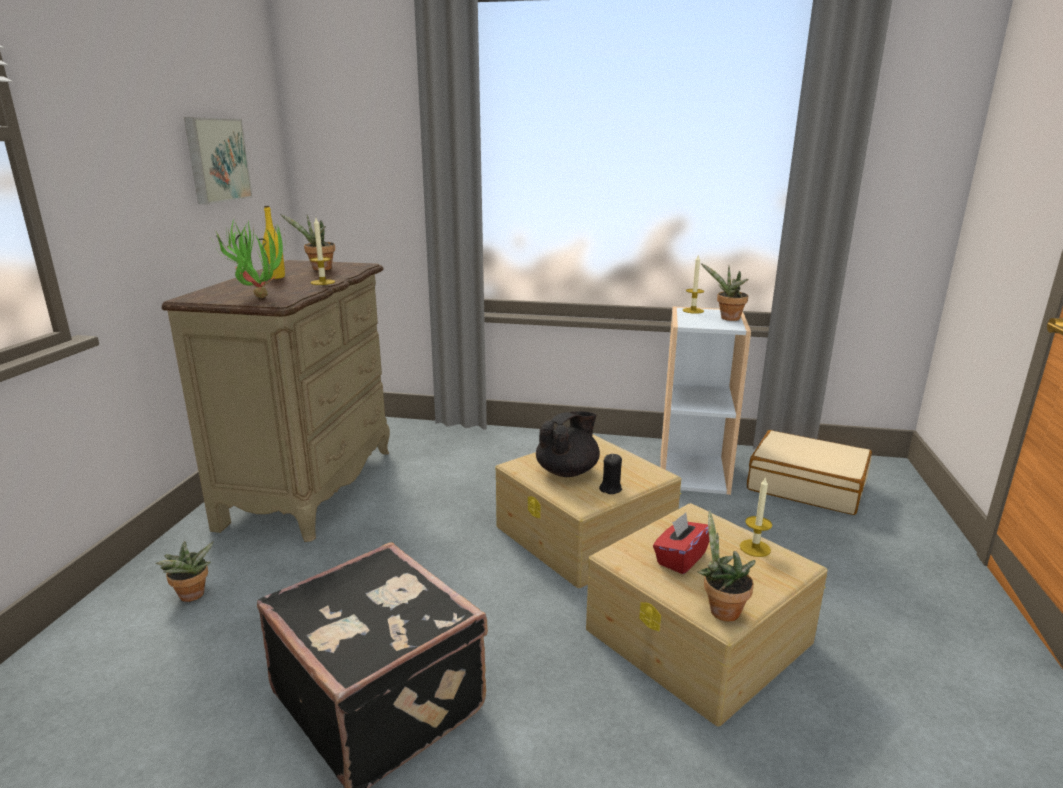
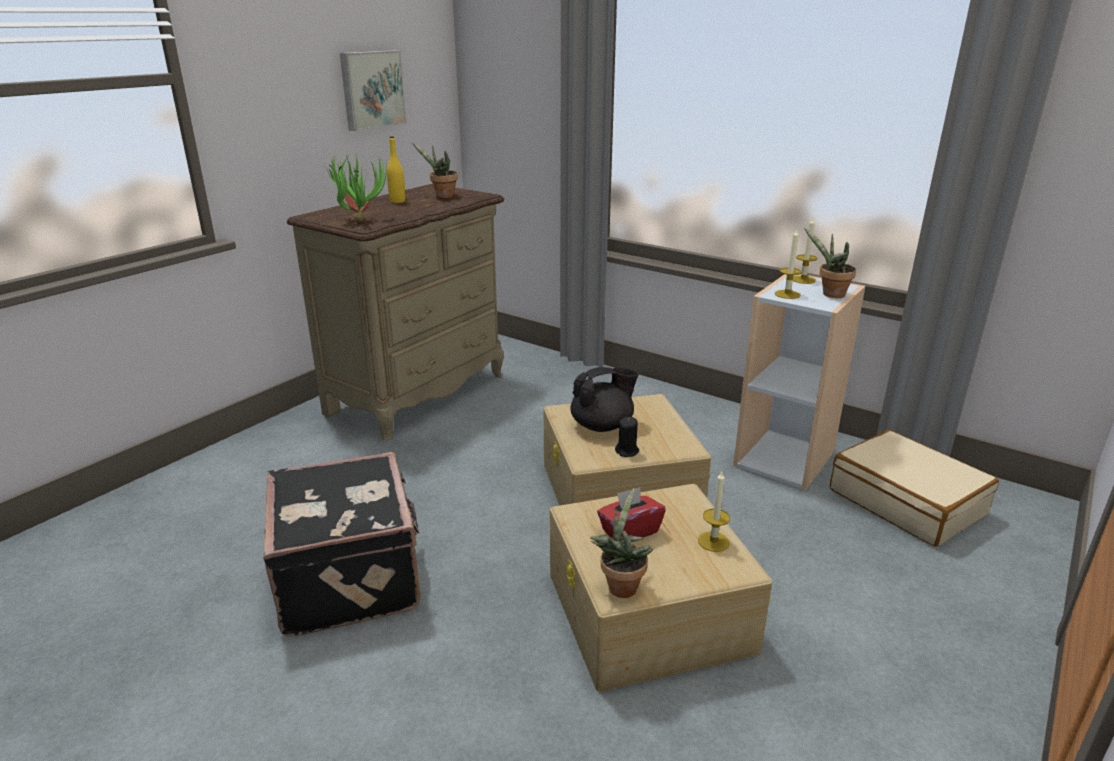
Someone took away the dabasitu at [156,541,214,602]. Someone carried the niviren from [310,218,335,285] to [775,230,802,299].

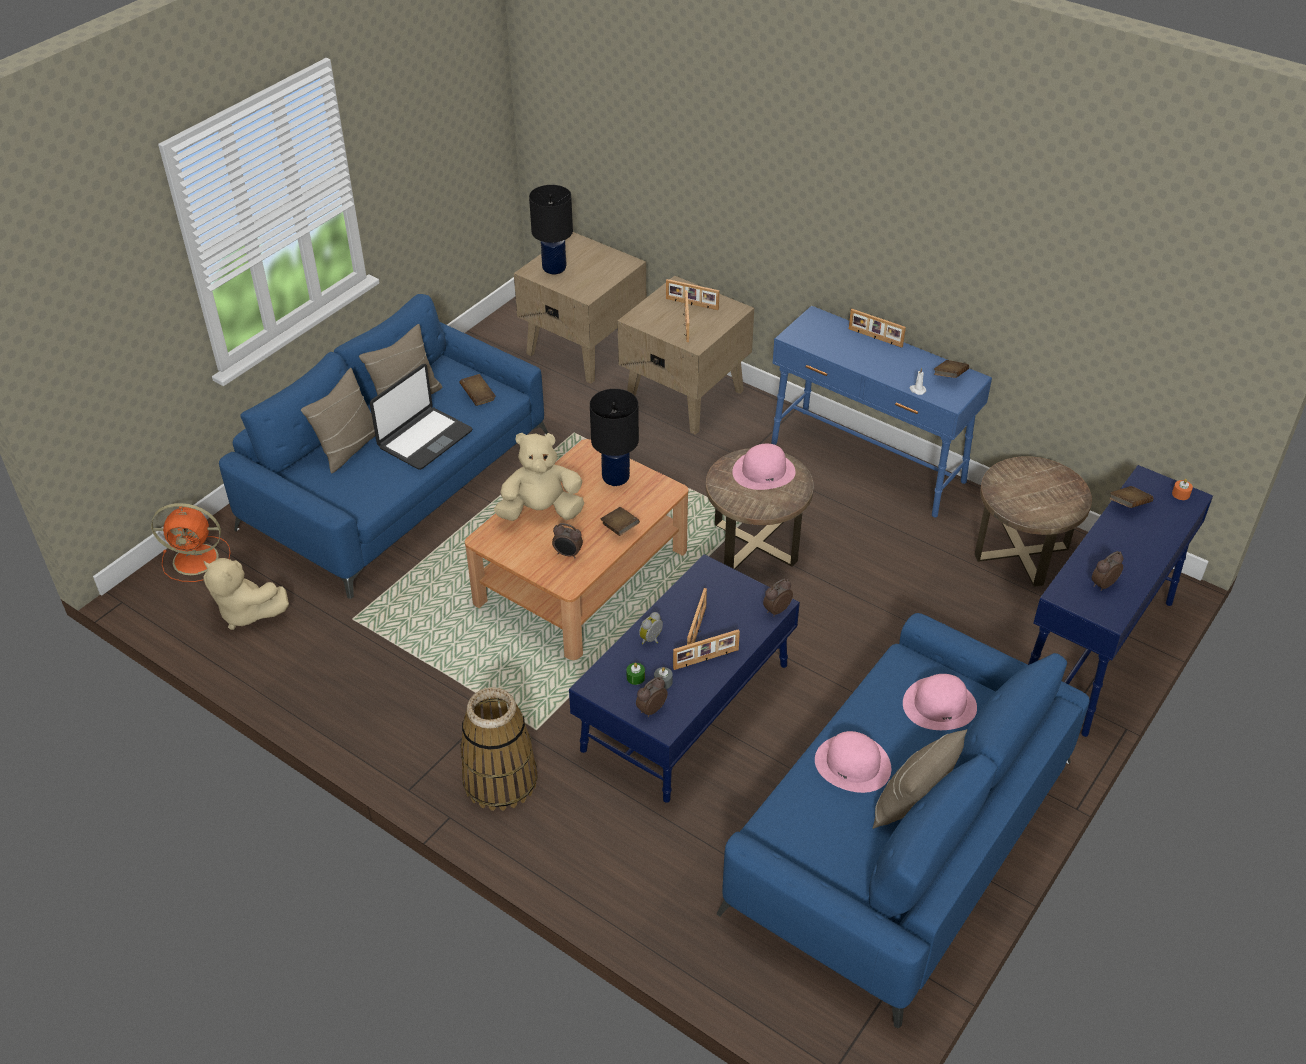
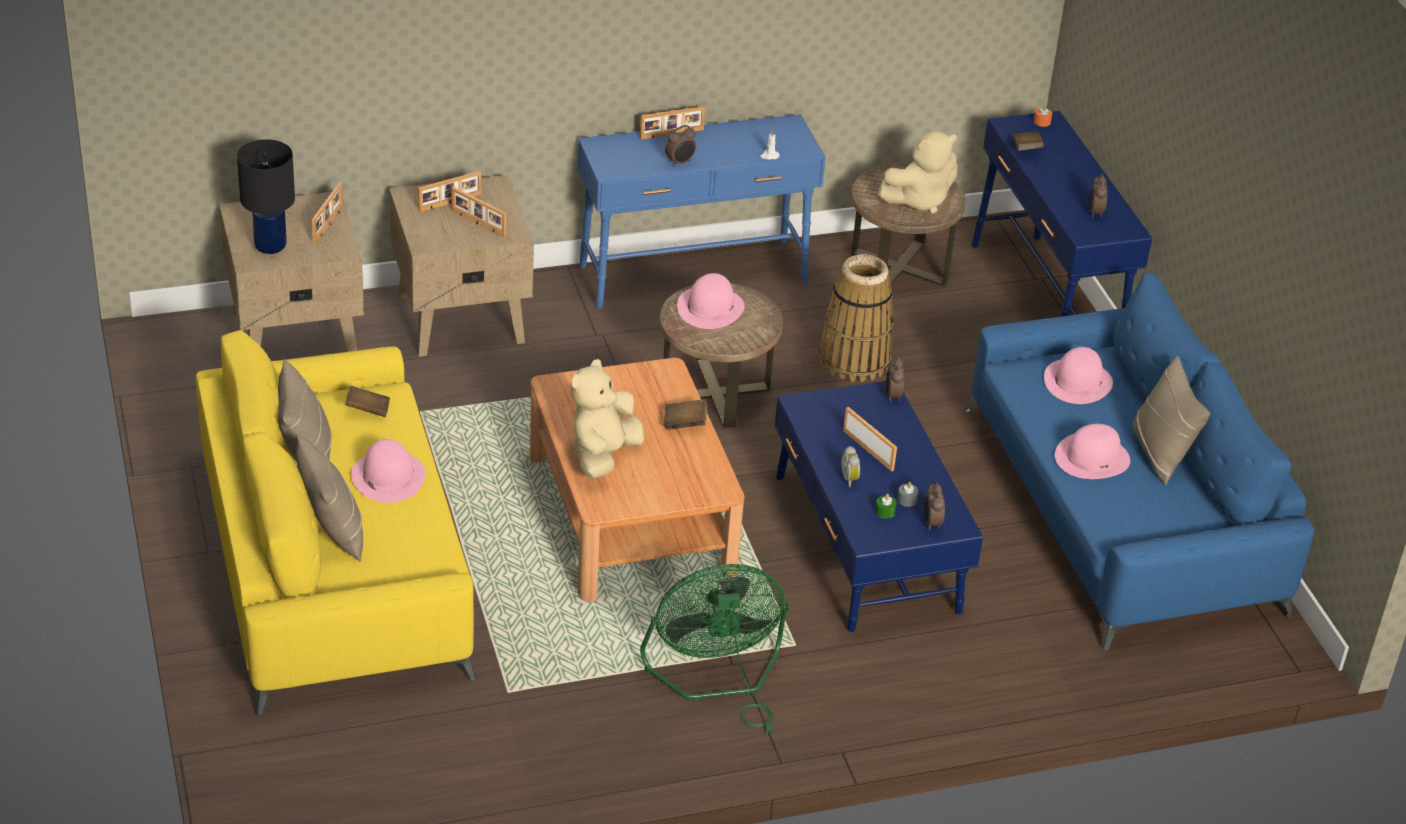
Someone took away the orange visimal at [151,503,230,582]. Someone carried the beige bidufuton from [204,558,289,630] to [878,131,958,214]. Someone repainted the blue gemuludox at [219,294,548,599], which became the yellow gemuludox at [196,330,476,716]. Someone swapped the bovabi at [370,364,472,470] for the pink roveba at [351,439,425,503]. Someone carried the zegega from [461,687,537,811] to [819,254,894,382]. Someone carried the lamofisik from [552,523,583,558] to [665,125,696,167]. Someone took away the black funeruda at [590,389,639,486]. Someone carried the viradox from [673,629,740,670] to [312,182,343,243]. Someone took away the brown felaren at [934,360,969,378]. Someone put down the green visimal at [640,564,790,734].

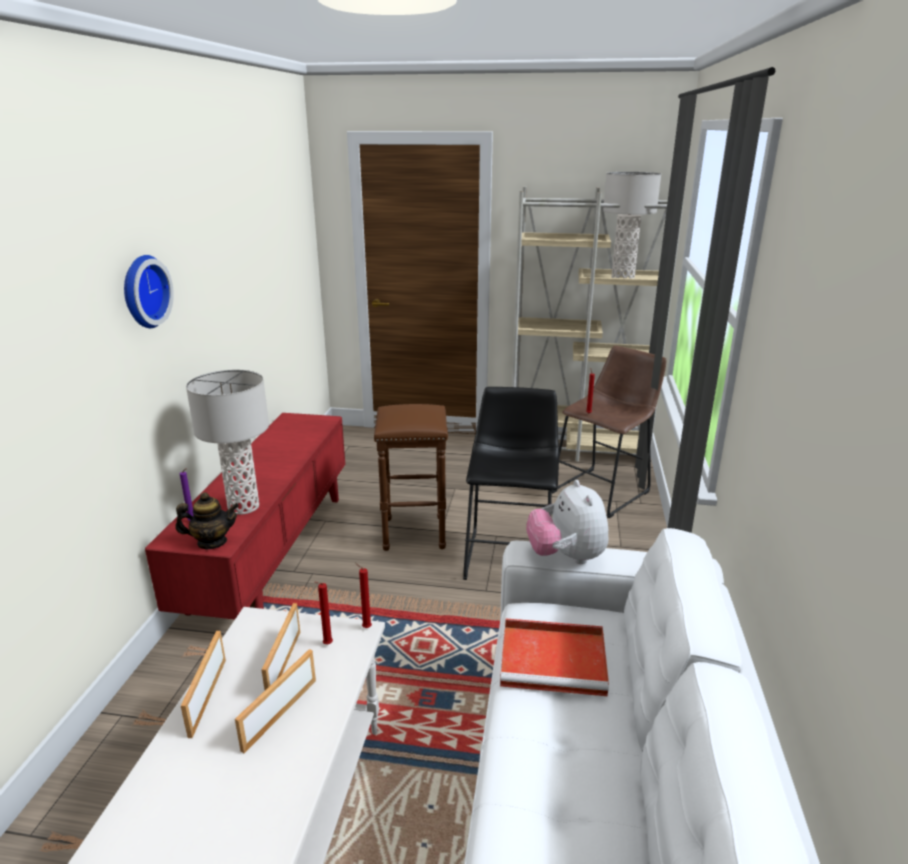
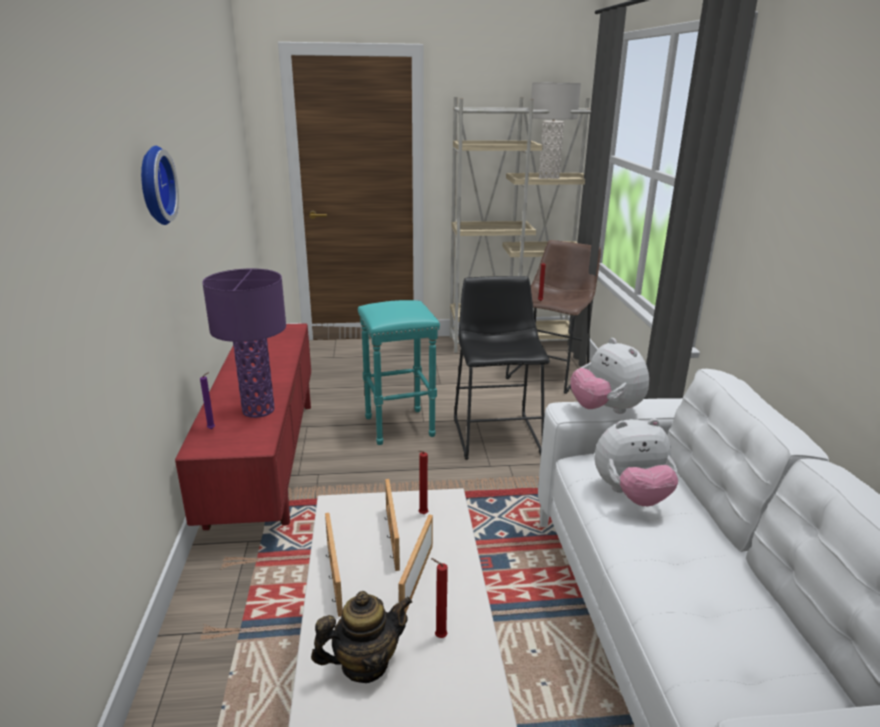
Someone carried the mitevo from [175,492,239,549] to [311,591,412,683]. Someone repainted the white funeruda at [186,370,269,515], which became the purple funeruda at [202,269,286,418]. Someone carried the red niviren from [355,563,372,628] to [431,558,448,638]. Someone repainted the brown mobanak at [374,404,448,551], which became the turquoise mobanak at [358,300,440,445]. Someone swapped the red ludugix at [500,618,609,696] for the bidufuton at [595,419,678,506].

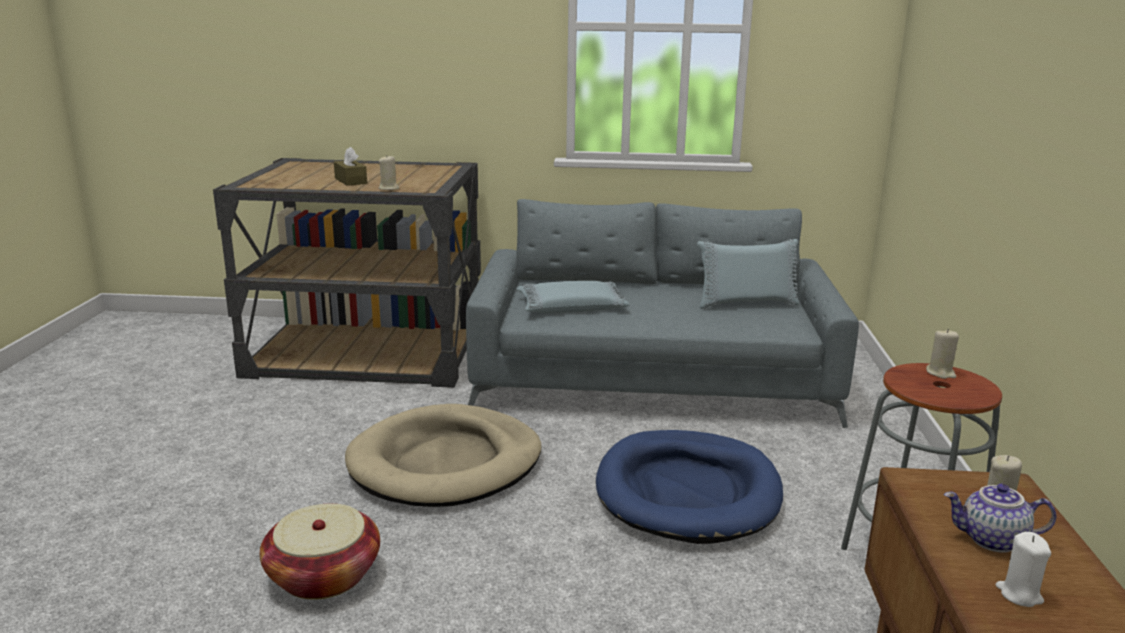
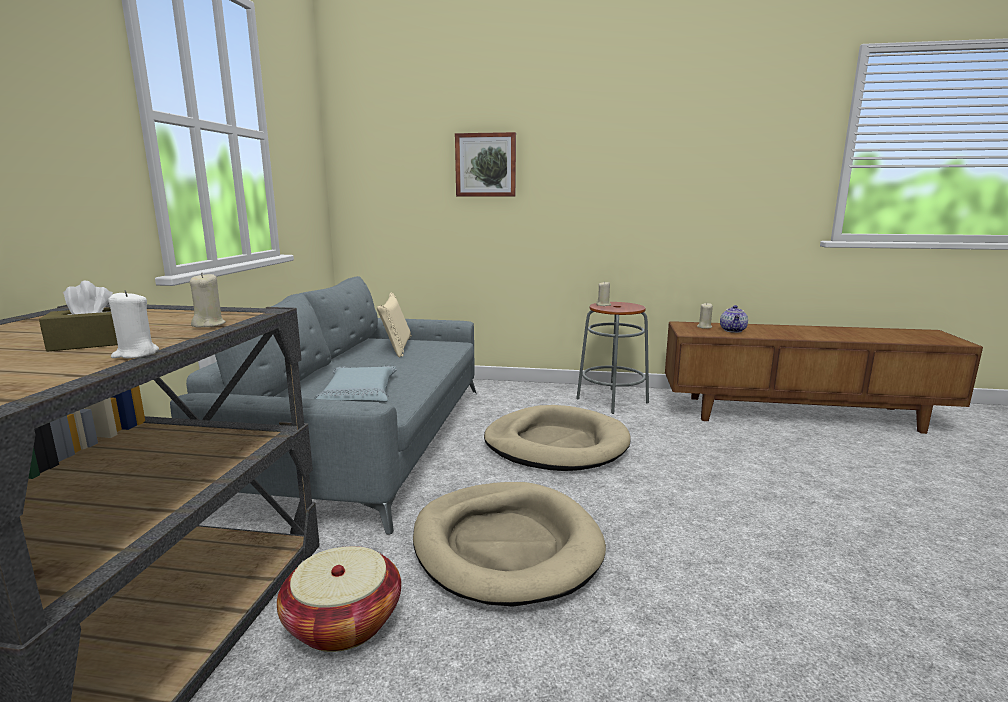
Someone carried the zegega from [260,504,380,600] to [277,546,401,652]. Someone repainted the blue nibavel at [596,430,783,544], which became the beige nibavel at [484,405,631,471]. Someone repainted the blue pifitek at [697,239,799,309], which became the beige pifitek at [377,292,411,358]. Someone carried the white niviren from [996,532,1051,607] to [108,290,159,358]. Someone put up the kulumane at [455,132,516,196].

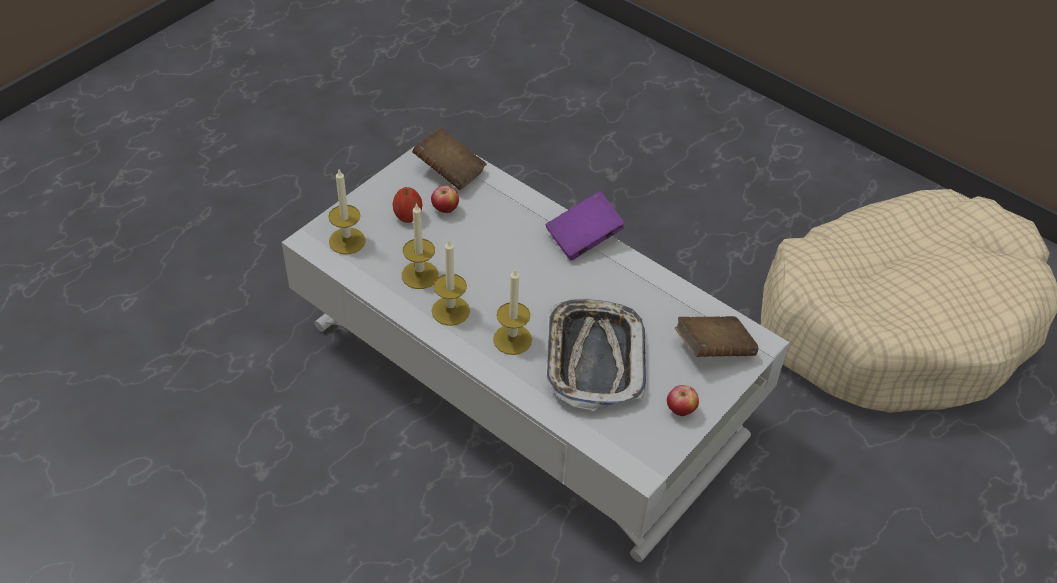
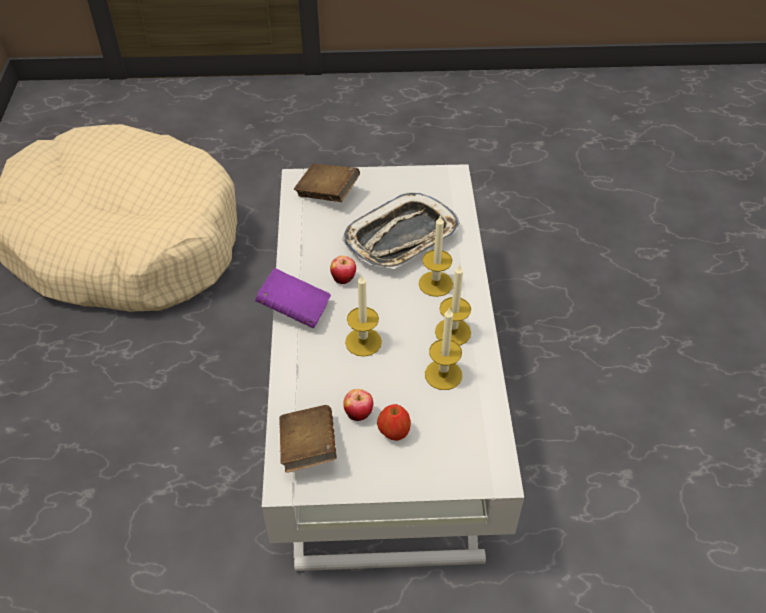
Someone carried the niviren from [328,170,366,255] to [345,274,382,357]. Someone carried the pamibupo from [667,385,699,416] to [330,256,356,284].

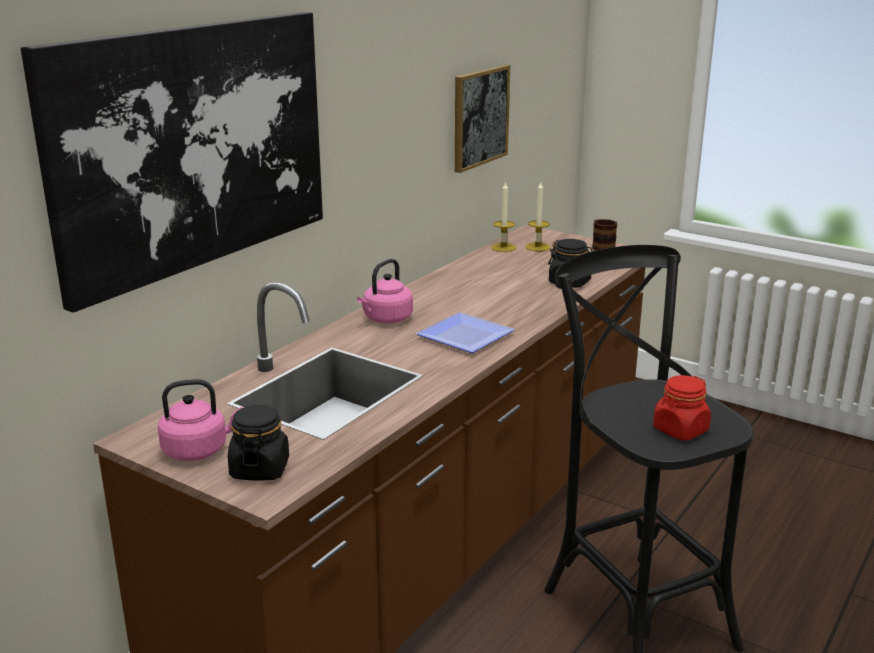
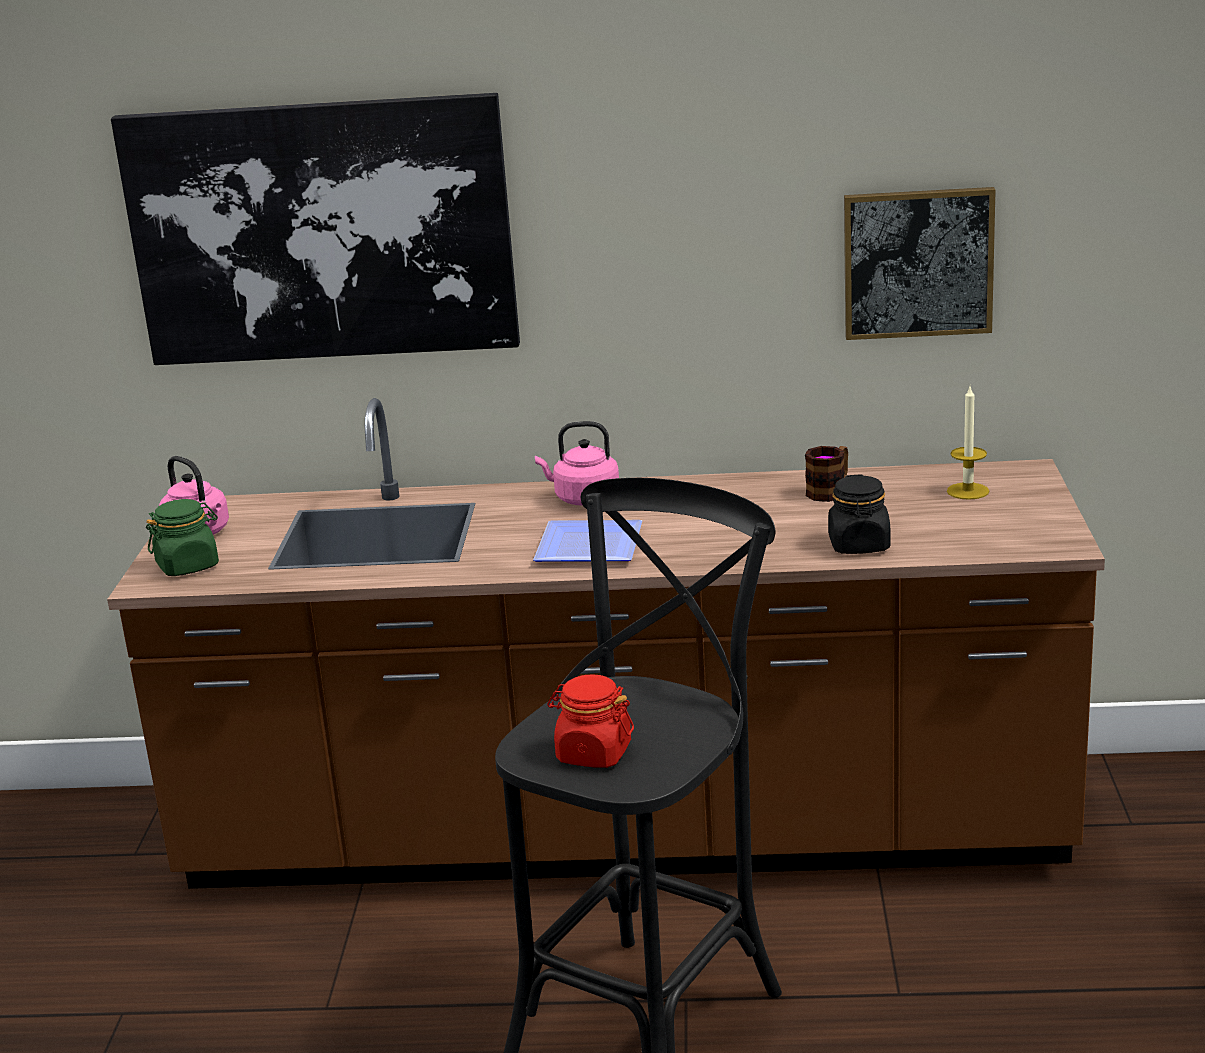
Someone repainted the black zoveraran at [228,405,289,480], which became the green zoveraran at [146,499,219,576]. Someone took away the niviren at [491,181,516,252]. Someone carried the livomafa from [592,219,617,250] to [805,446,848,502].

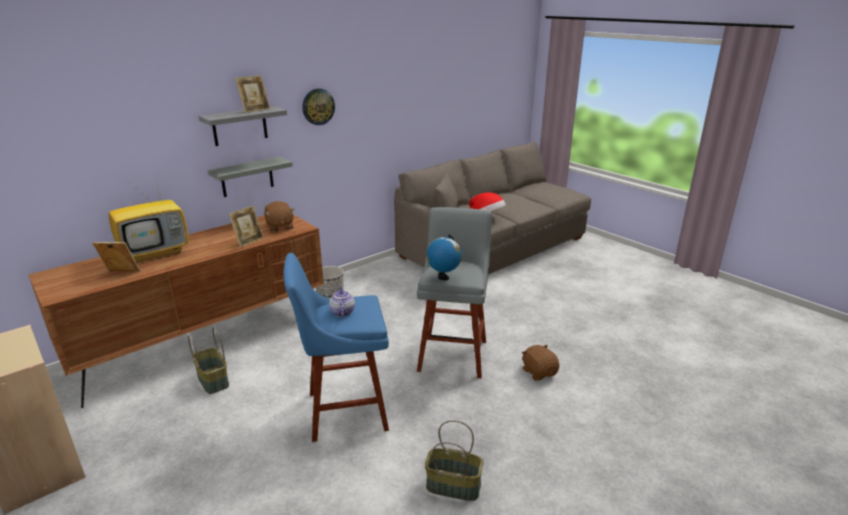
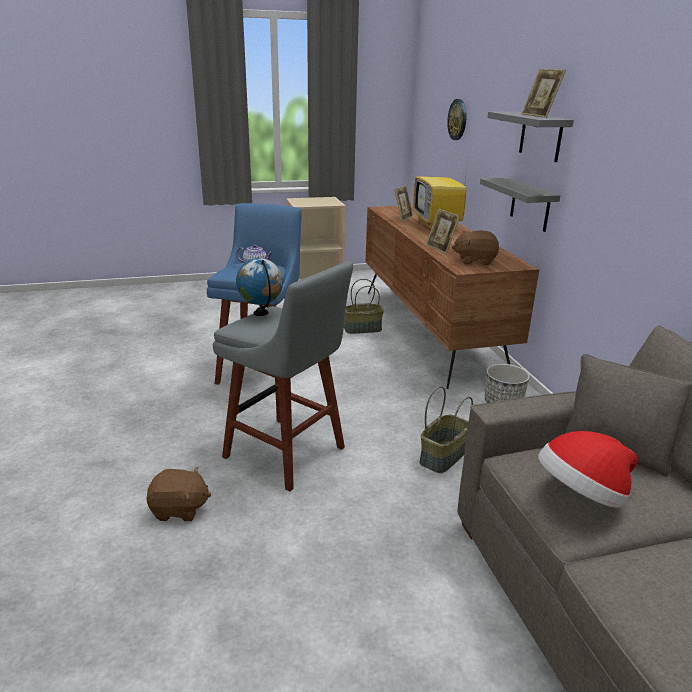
Someone carried the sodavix from [302,88,335,125] to [447,99,466,140]. Someone carried the zegega from [425,420,484,501] to [419,386,473,473].

